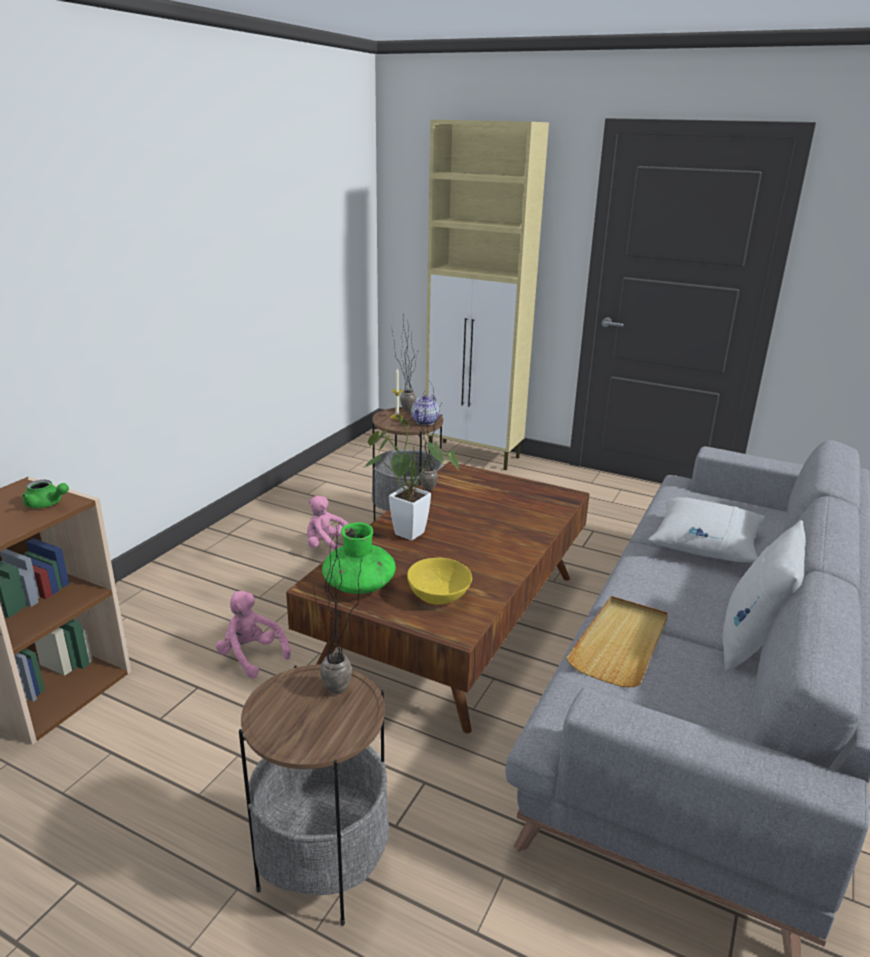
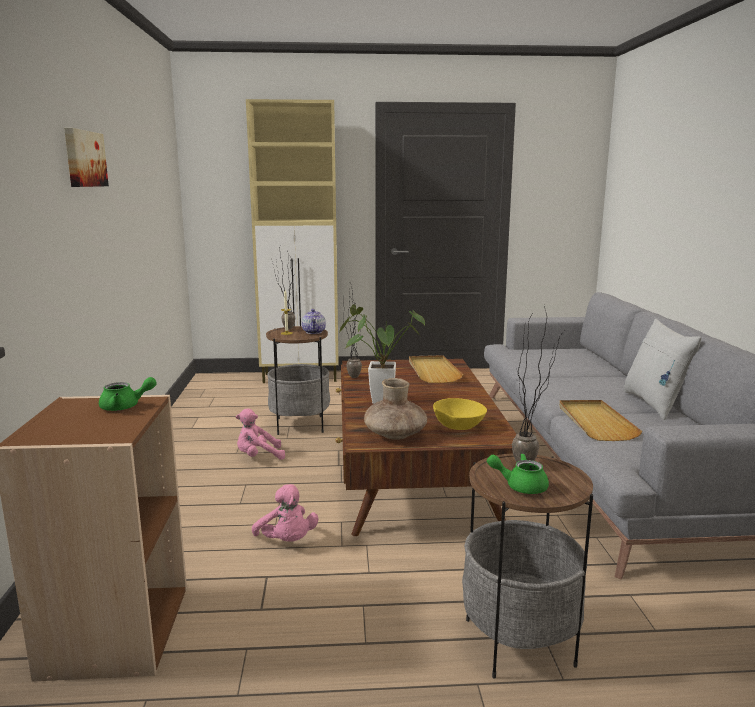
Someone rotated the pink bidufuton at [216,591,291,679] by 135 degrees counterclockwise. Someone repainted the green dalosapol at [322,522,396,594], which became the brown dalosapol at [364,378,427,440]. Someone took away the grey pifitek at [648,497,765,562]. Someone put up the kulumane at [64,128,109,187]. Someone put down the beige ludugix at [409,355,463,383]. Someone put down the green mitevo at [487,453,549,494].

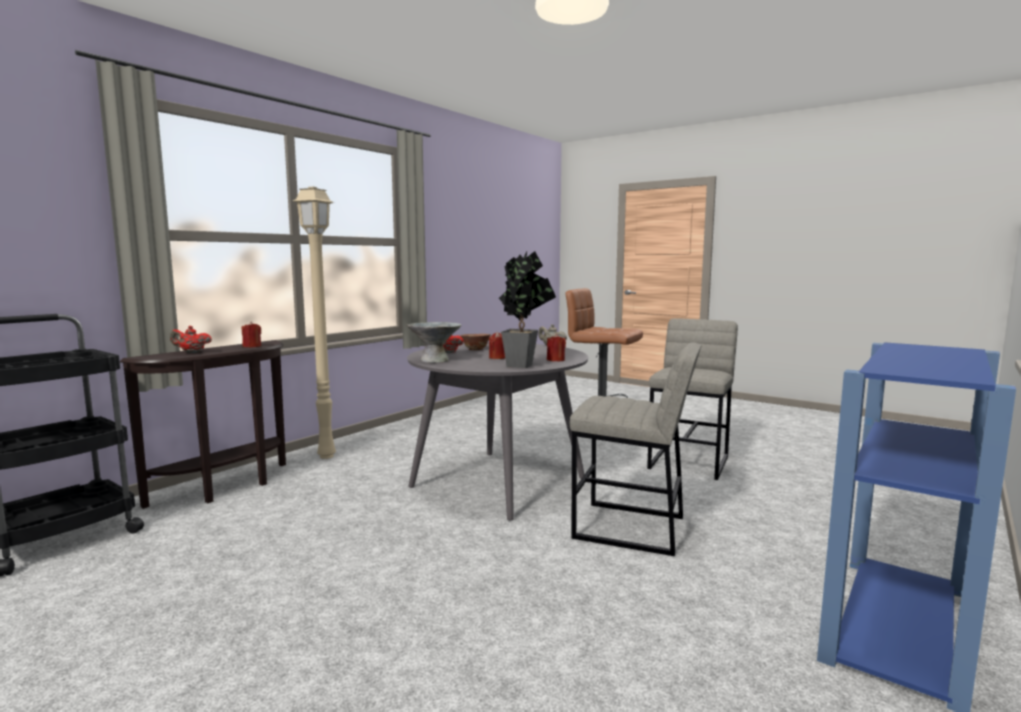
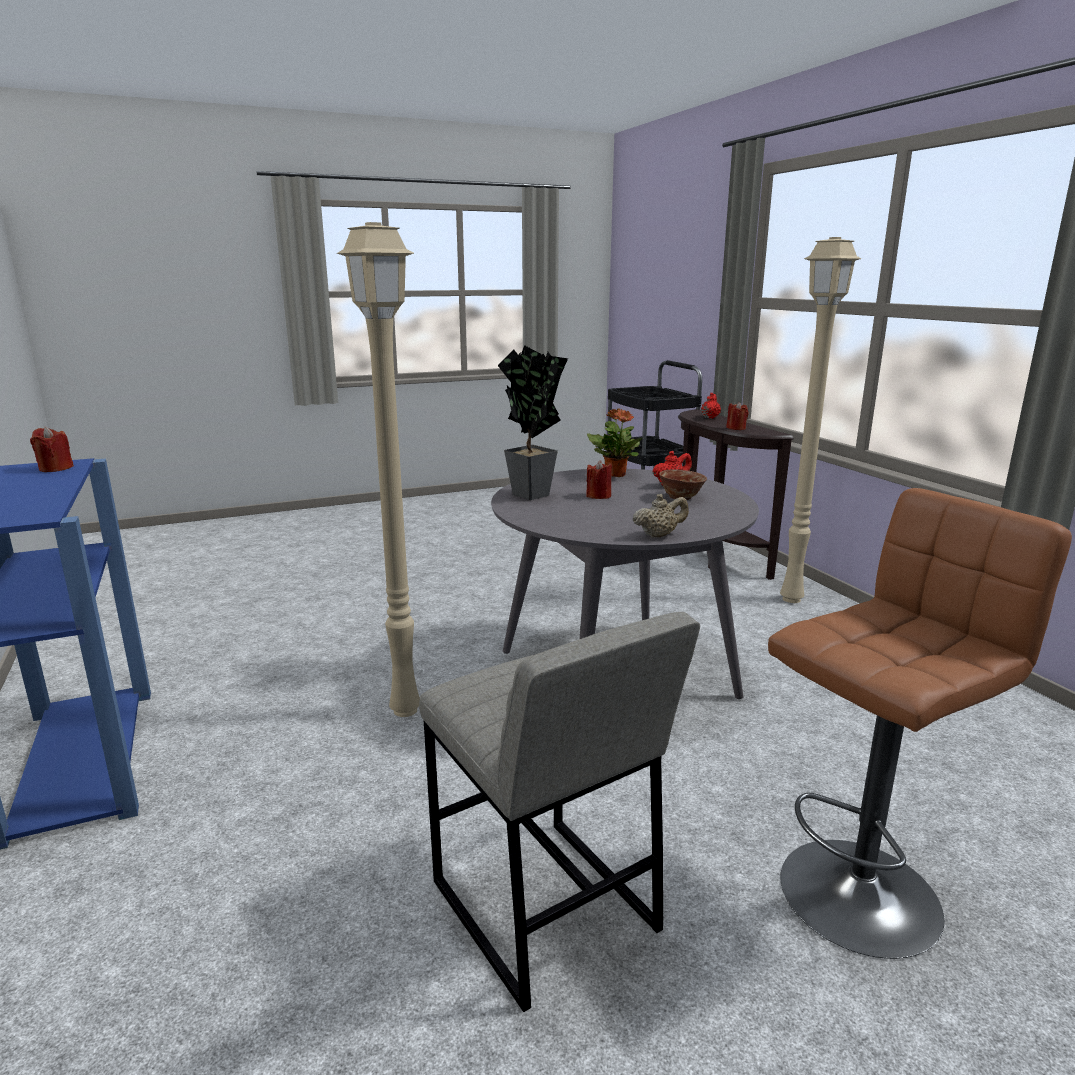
Someone swapped the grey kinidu at [406,322,461,363] for the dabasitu at [587,408,642,477]. Someone carried the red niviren from [547,334,566,361] to [30,426,74,472]. Someone swapped the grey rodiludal at [570,342,702,556] for the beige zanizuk at [337,222,420,717].

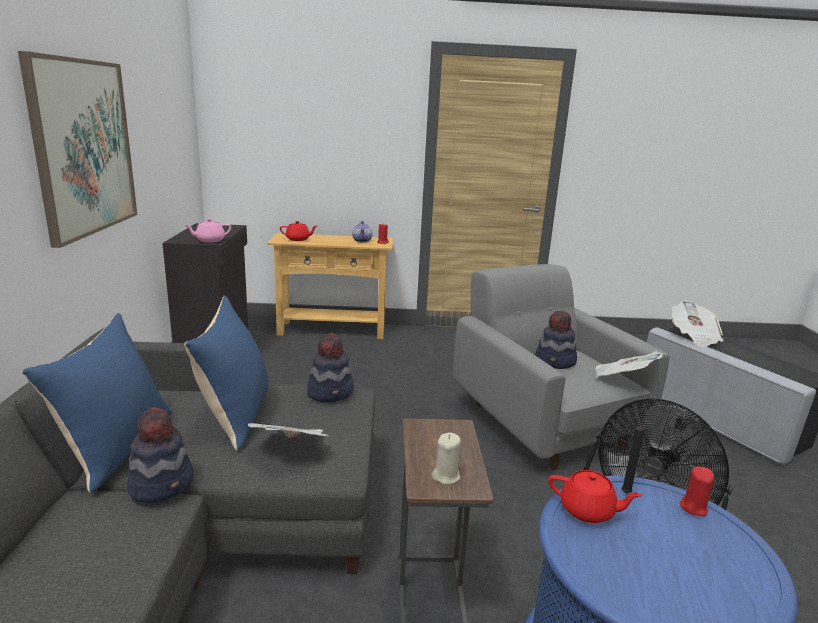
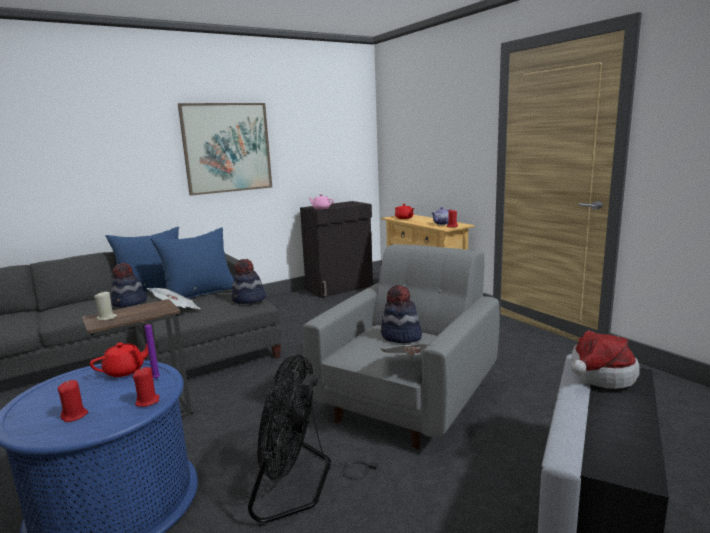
Someone rotated the red mitevo at [549,470,643,523] by 120 degrees counterclockwise. Someone repainted the black niviren at [622,425,645,493], which became the purple niviren at [140,321,160,379]. Someone swapped the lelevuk at [672,300,724,347] for the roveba at [571,331,639,389]. Someone put down the red niviren at [58,380,88,422].

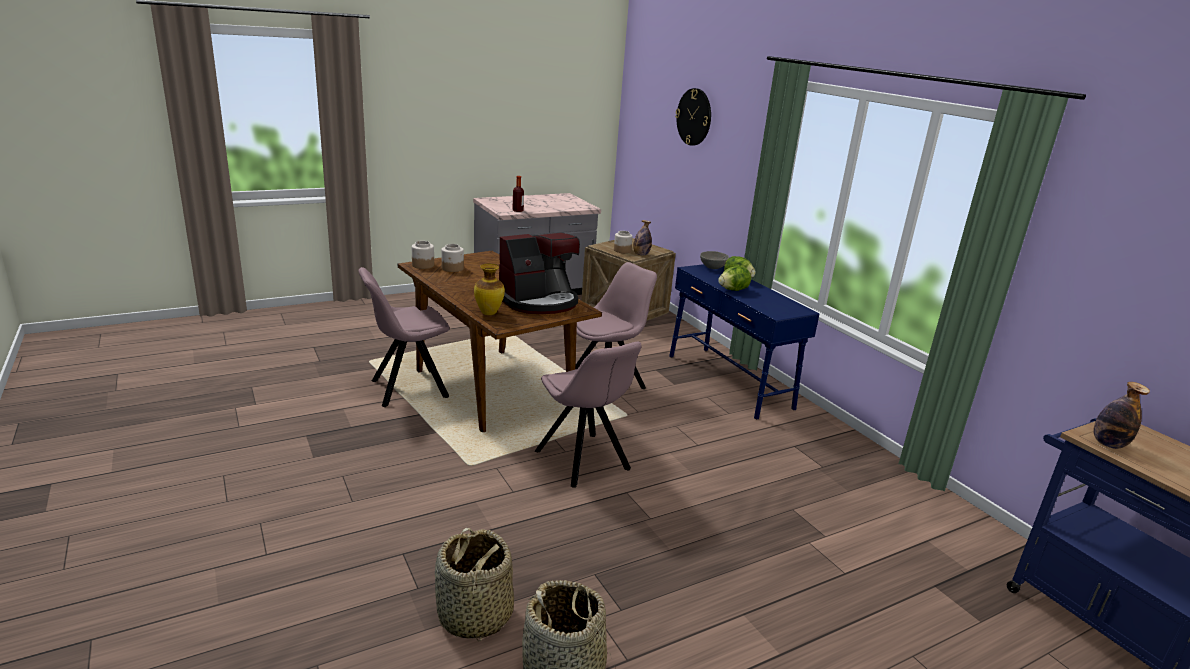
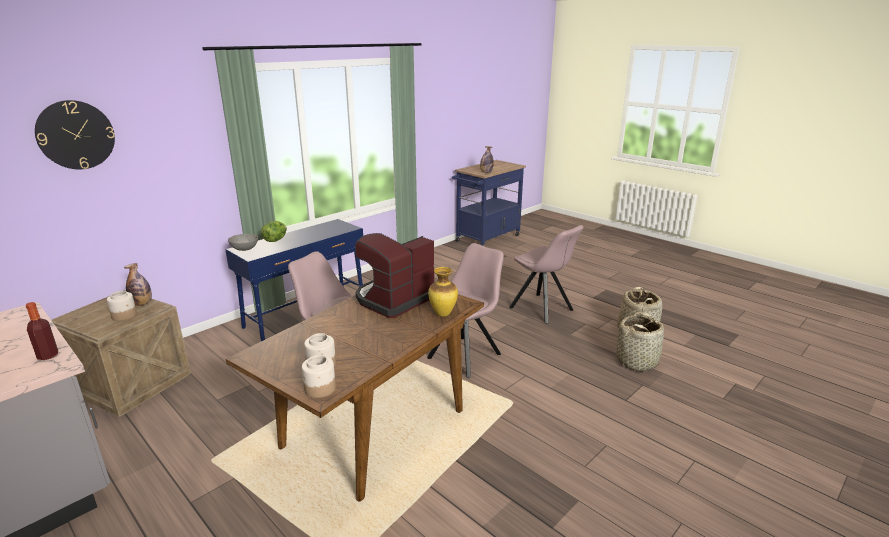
Someone carried the pink rodiludal from [358,267,449,407] to [509,225,584,324]. Someone rotated the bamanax at [499,232,580,314] by 90 degrees counterclockwise. Someone took away the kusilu at [718,266,751,291].

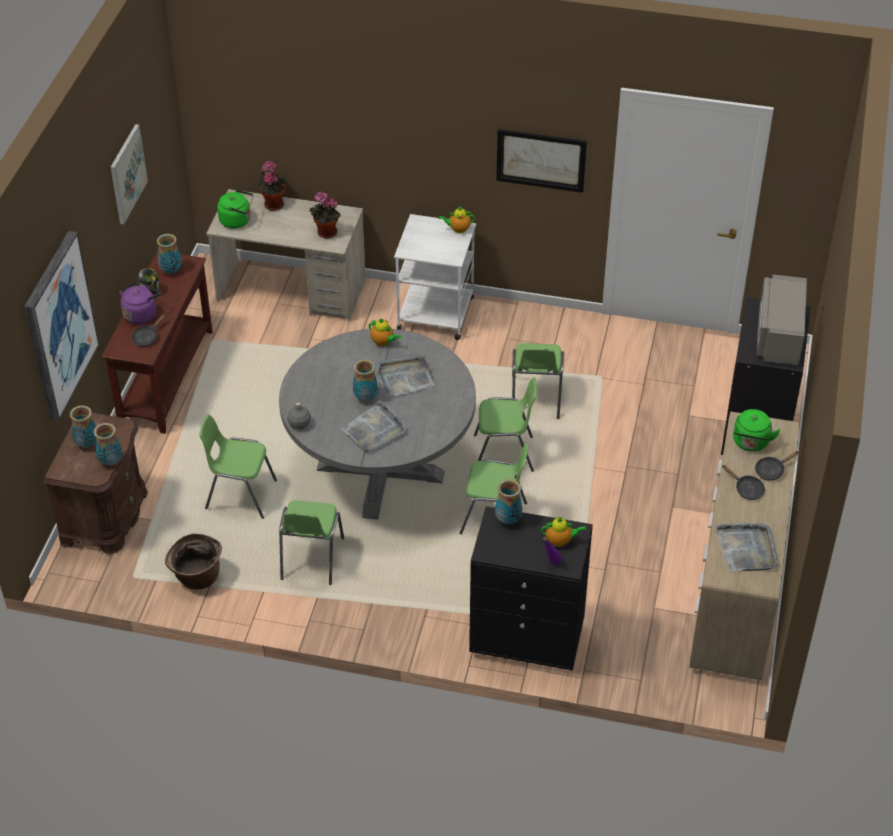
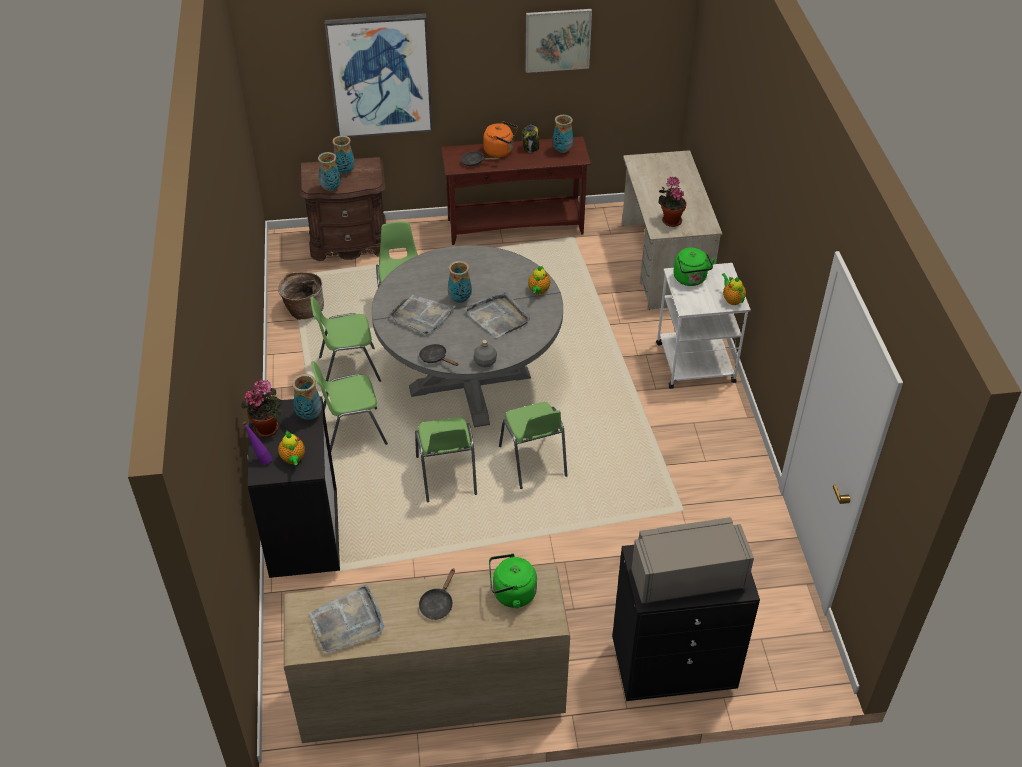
Someone repainted the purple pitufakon at [119,280,161,324], which became the orange pitufakon at [483,121,518,158]. Someone carried the green pitufakon from [217,189,253,229] to [673,248,715,286]. Someone carried the dabasitu from [258,161,285,211] to [241,379,282,438]. Someone carried the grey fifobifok from [287,402,311,430] to [473,340,497,368]. Someone took away the kulumane at [496,129,587,193]. Someone carried the green rodiludal from [512,343,564,419] to [311,361,388,451]. Someone carried the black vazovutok from [755,451,799,481] to [419,344,459,366].

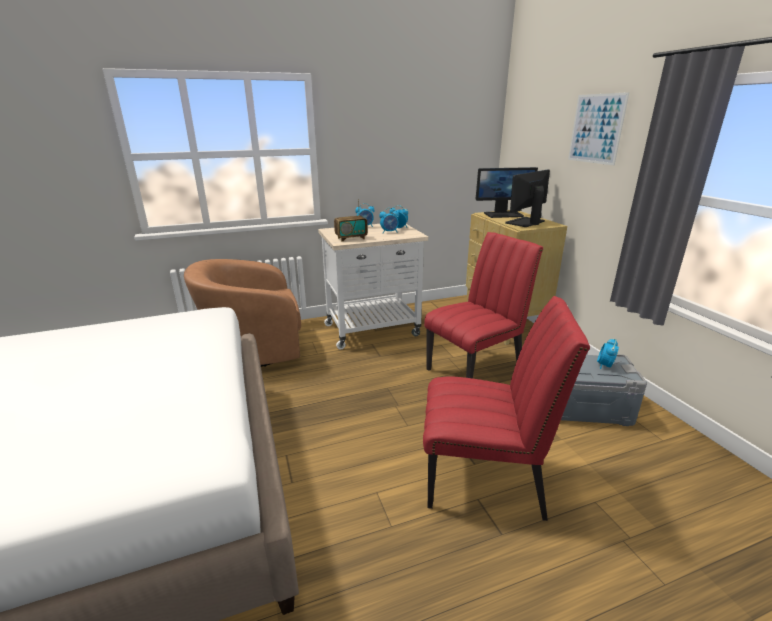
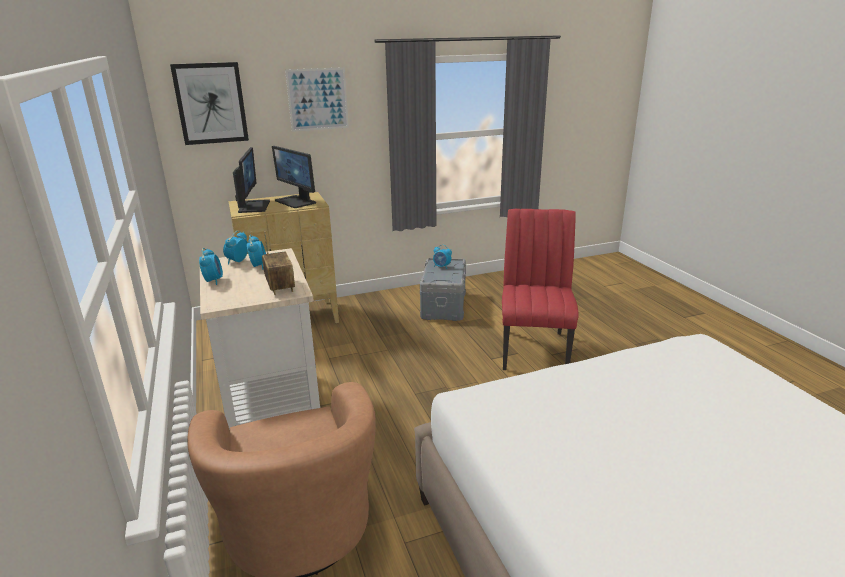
Someone took away the red rodiludal at [424,232,543,378]. Someone put up the kulumane at [170,62,249,145].

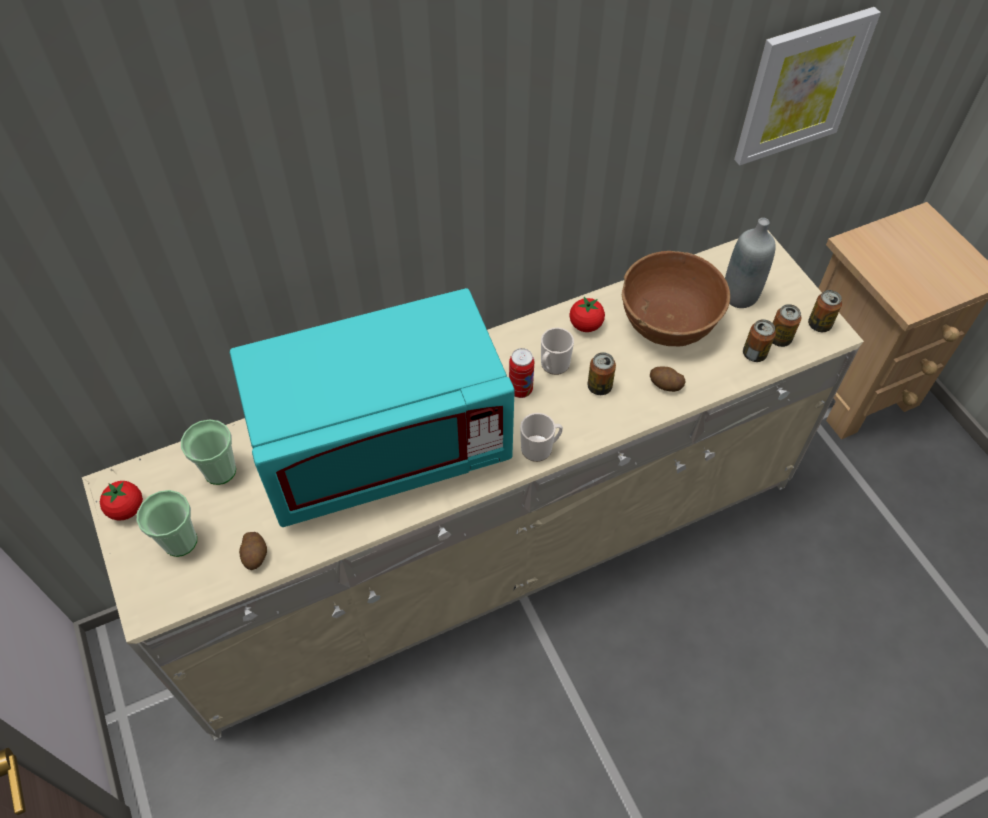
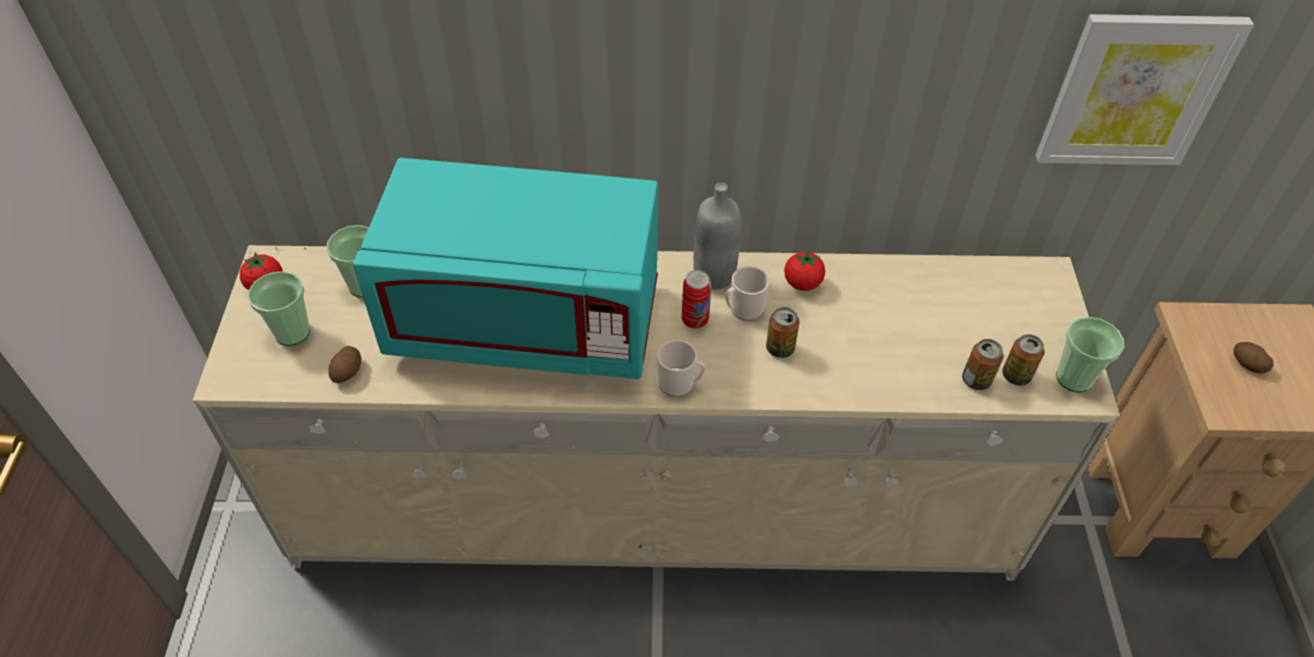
Someone took away the brown kinidu at [622,251,730,346]. Someone carried the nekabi from [650,366,686,392] to [1233,342,1274,373]. Someone carried the grey fifobifok from [725,218,776,308] to [693,183,741,290]. Someone swapped the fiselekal at [808,290,842,332] for the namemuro at [1056,317,1125,393].

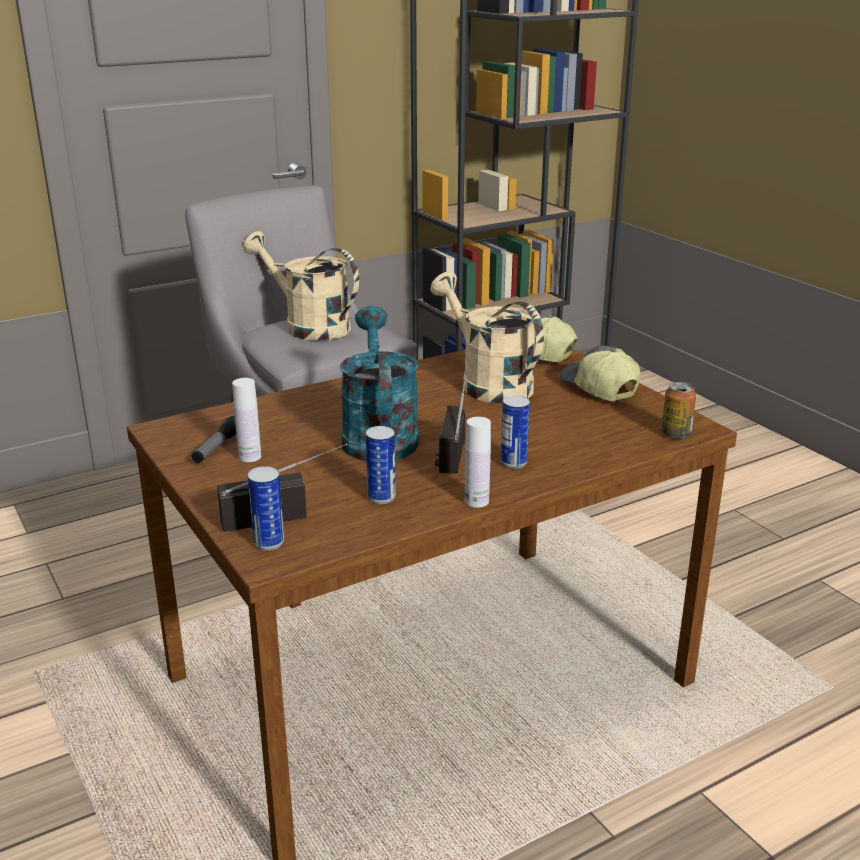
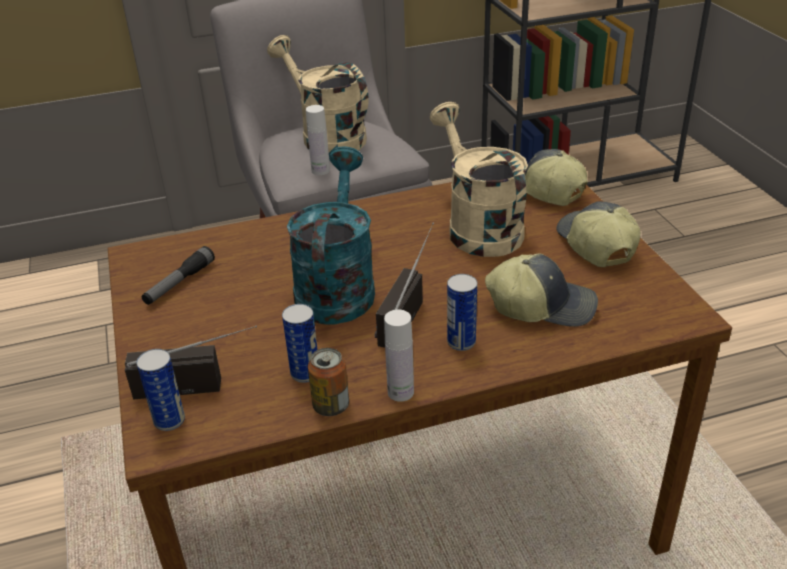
Someone carried the white fifobifok from [232,378,261,462] to [306,105,330,175]. Someone carried the fiselekal from [661,382,696,439] to [308,348,349,416]. Someone put down the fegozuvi at [485,253,598,327].

